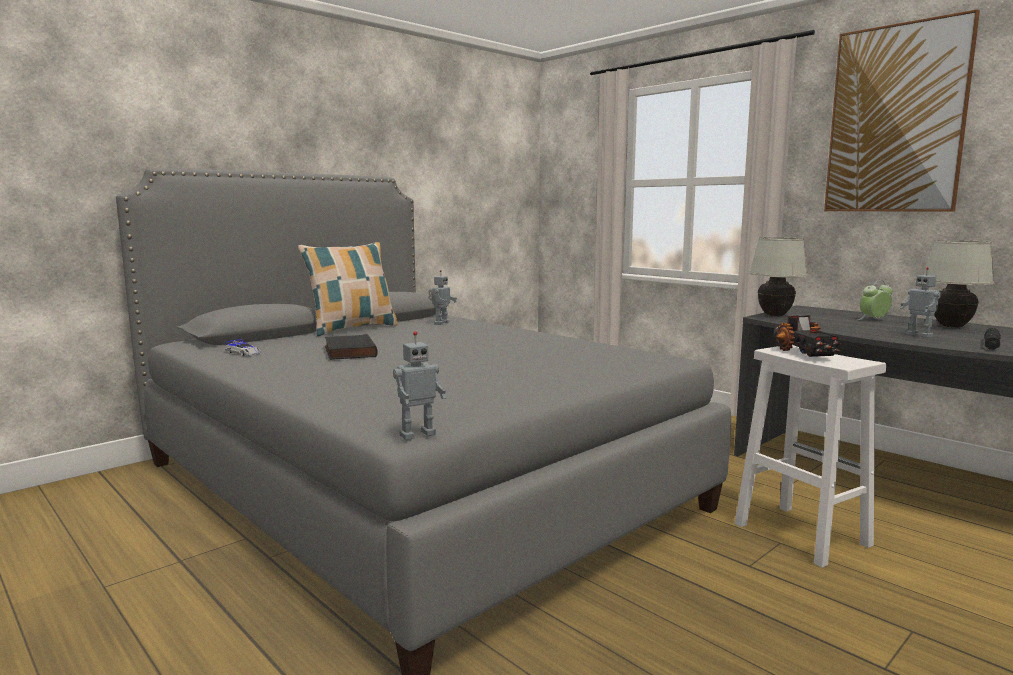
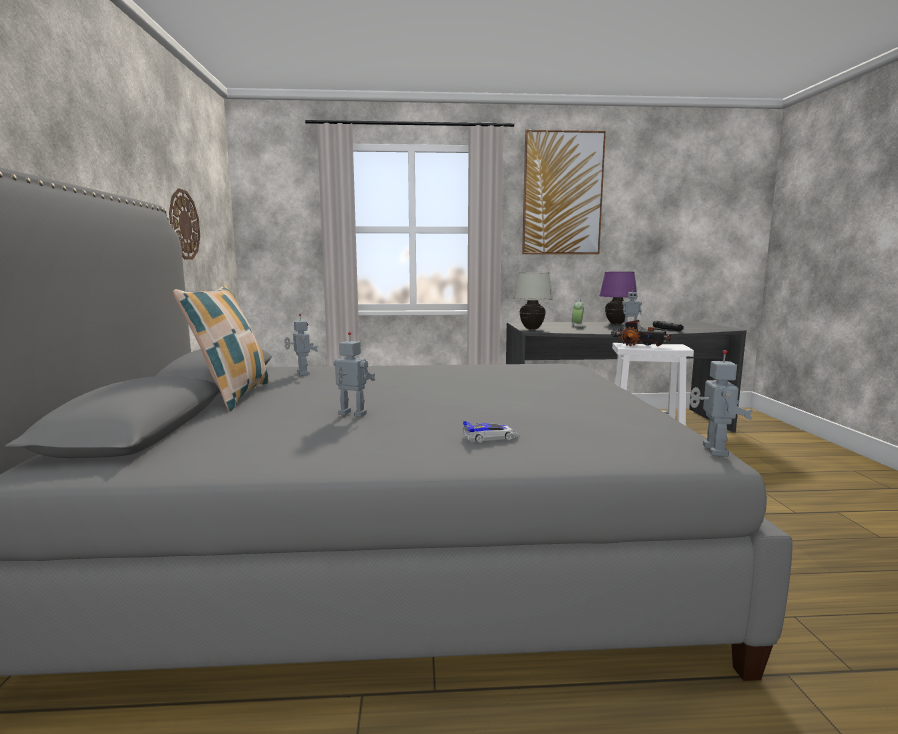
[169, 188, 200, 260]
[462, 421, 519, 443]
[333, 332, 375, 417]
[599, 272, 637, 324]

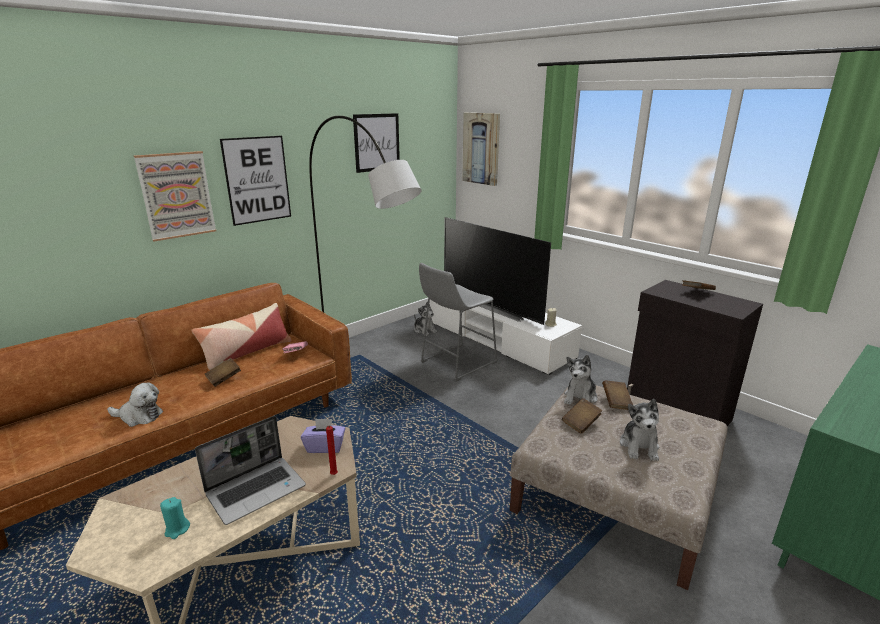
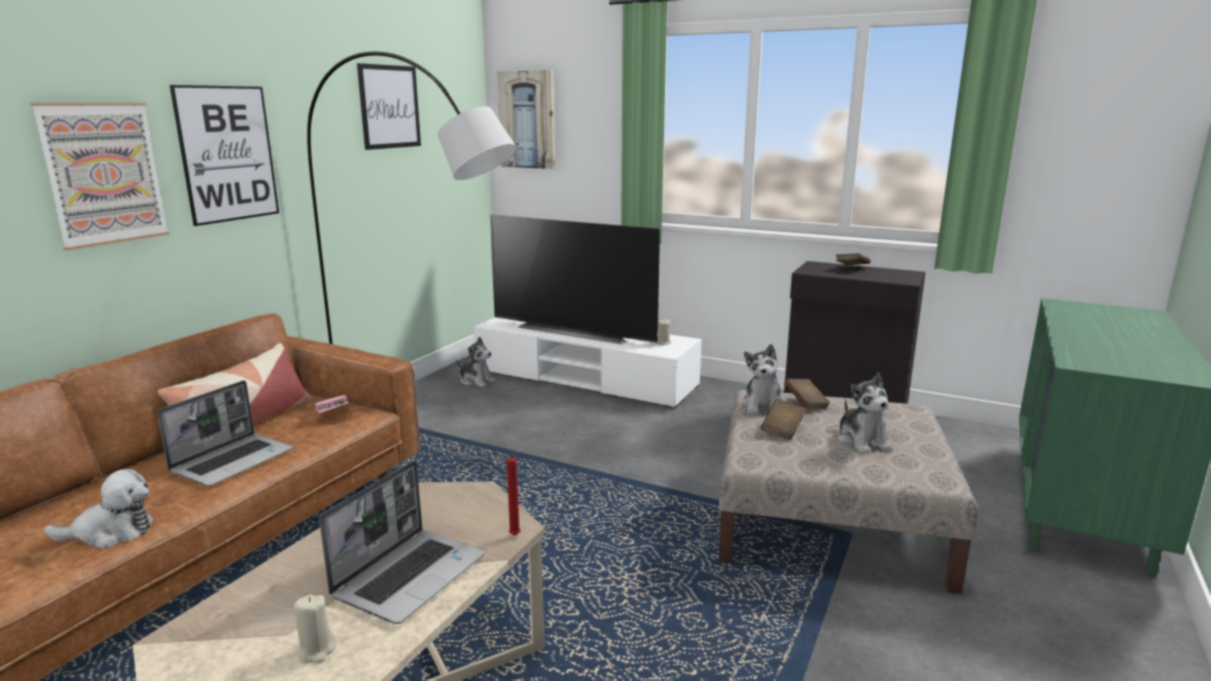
[301, 418, 346, 453] (first image)
[419, 263, 498, 382] (first image)
[157, 380, 293, 486]
[294, 595, 336, 663]

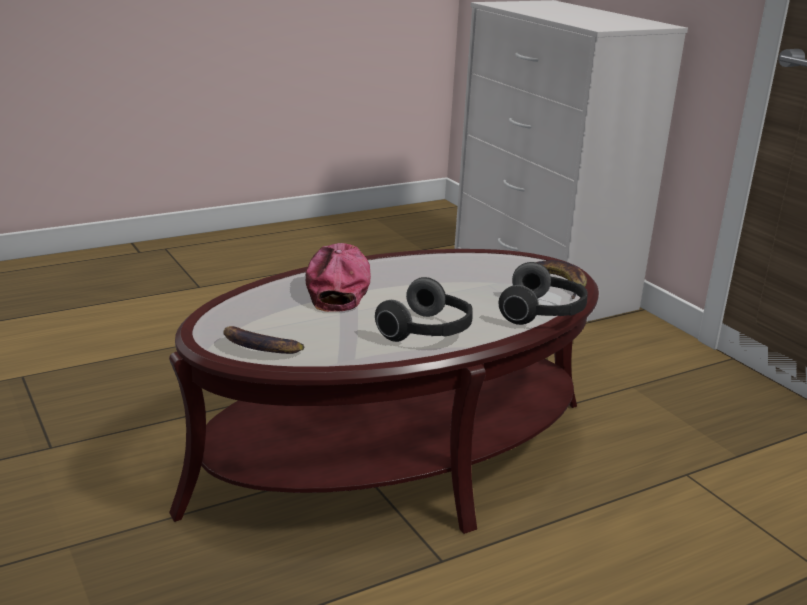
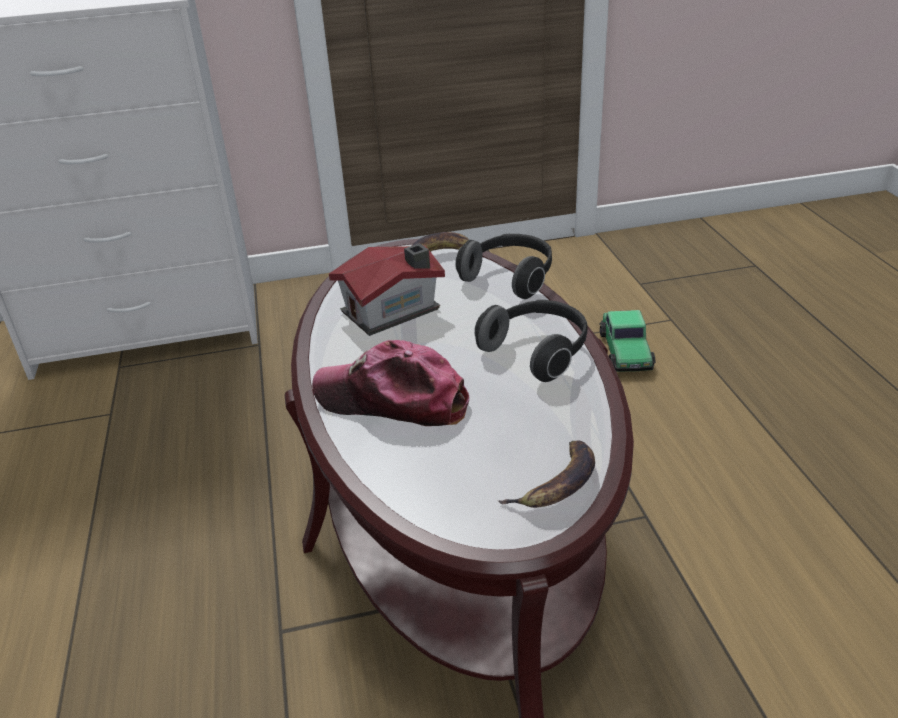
[329, 243, 445, 336]
[599, 310, 656, 372]

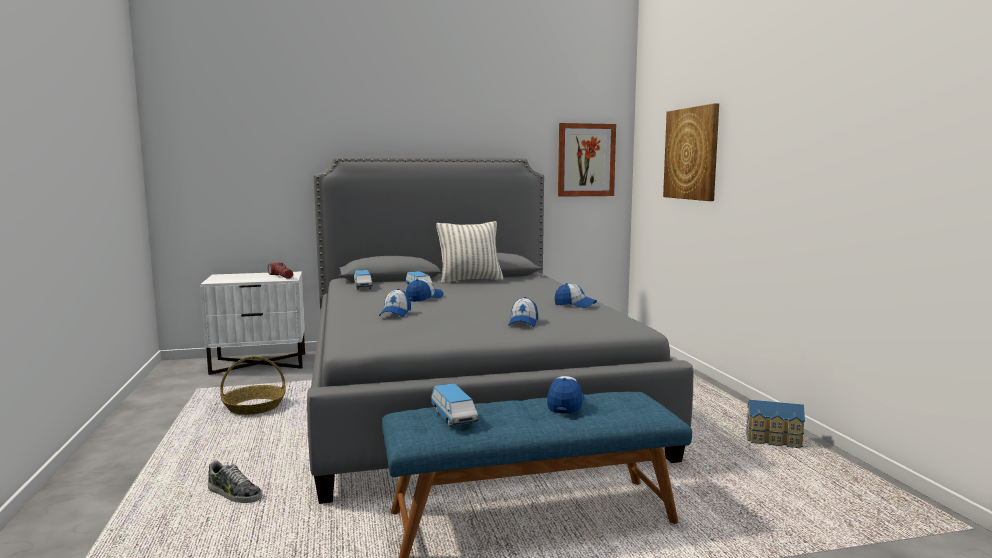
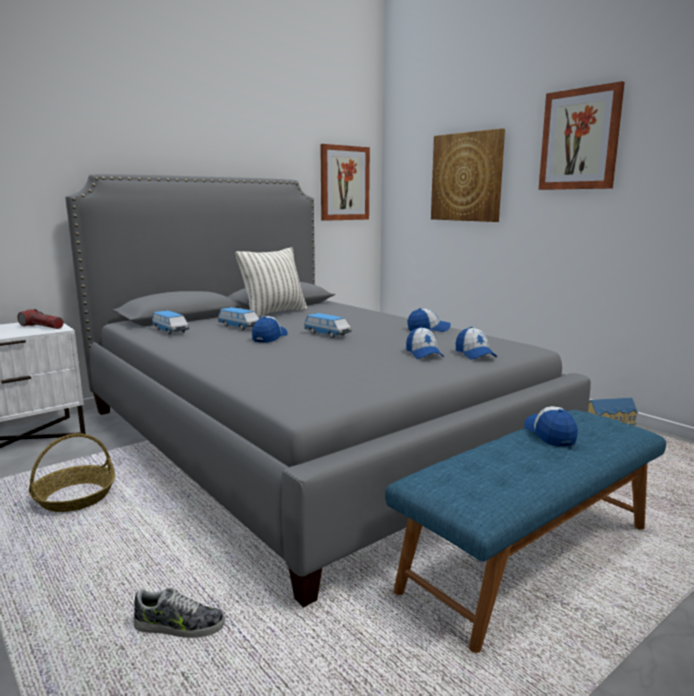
[539, 81, 625, 190]
[456, 327, 497, 359]
[304, 313, 352, 338]

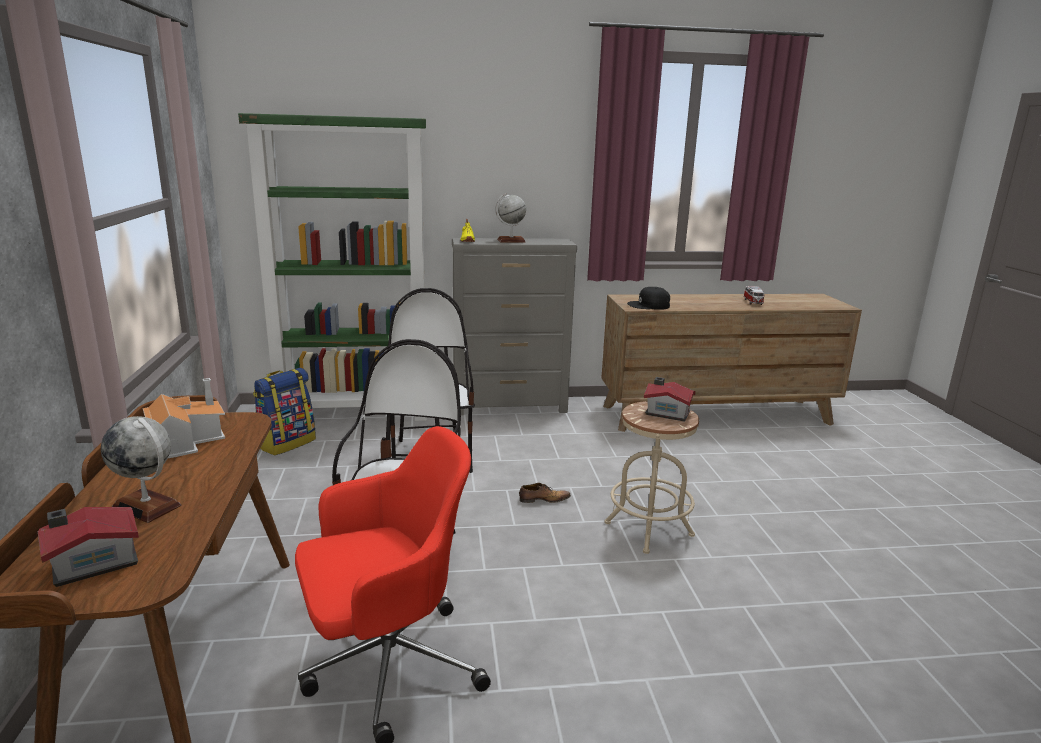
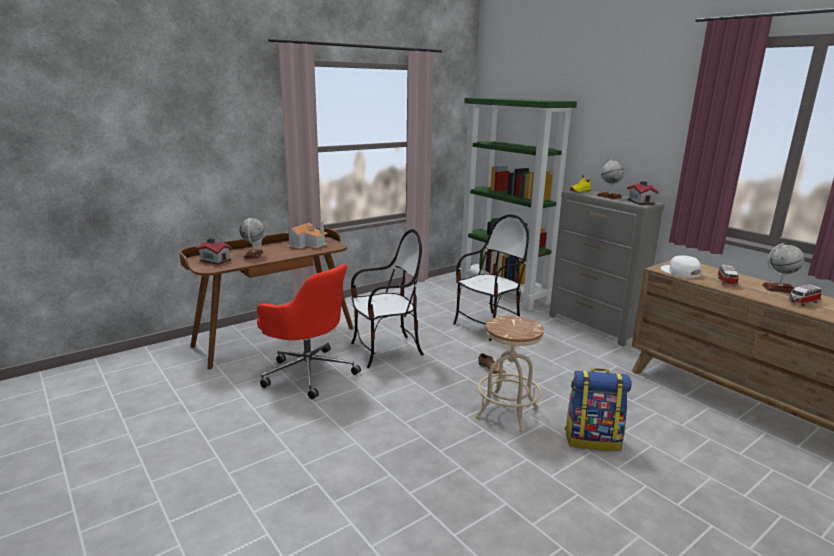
[717, 265, 739, 286]
[762, 243, 805, 293]
[565, 368, 632, 451]
[627, 181, 659, 205]
[661, 255, 701, 278]

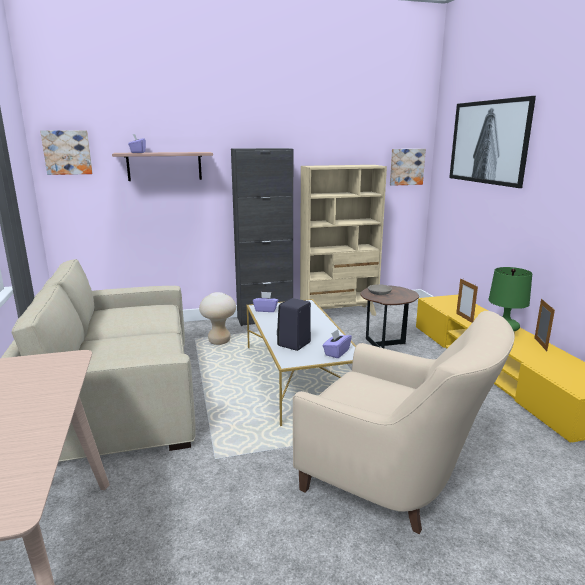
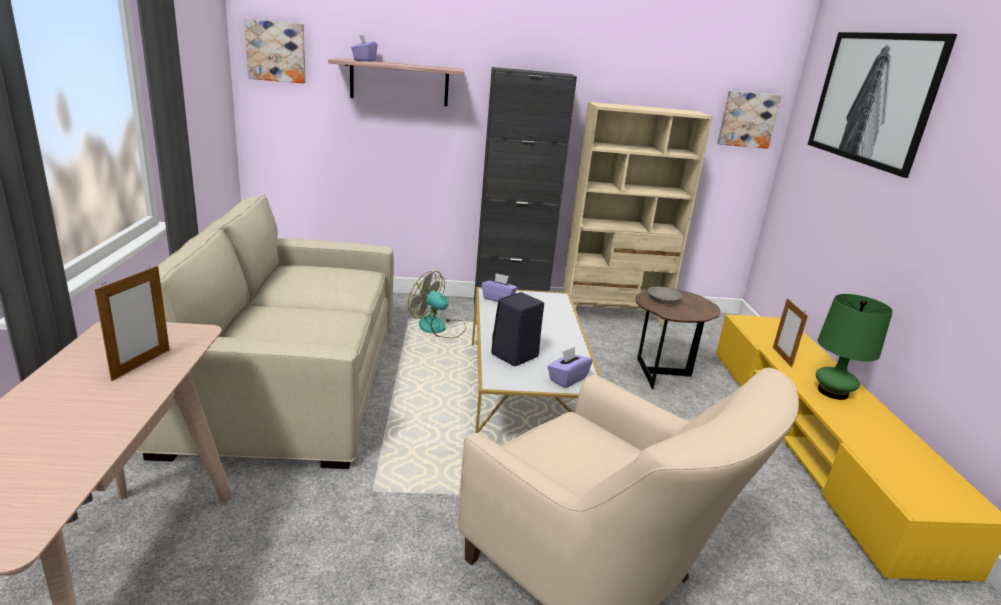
[95, 266, 170, 381]
[408, 271, 466, 338]

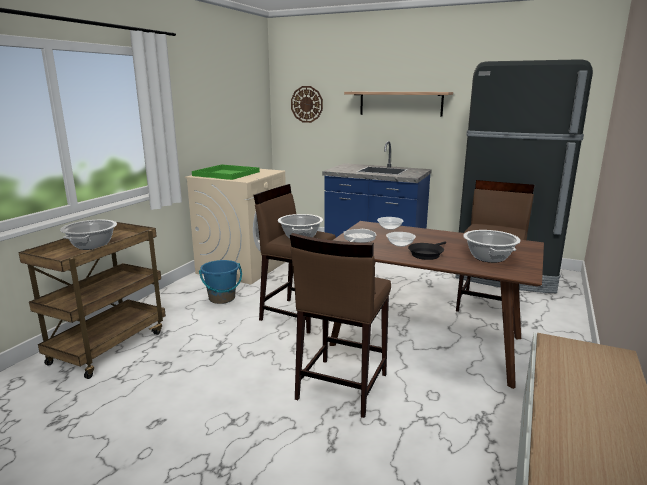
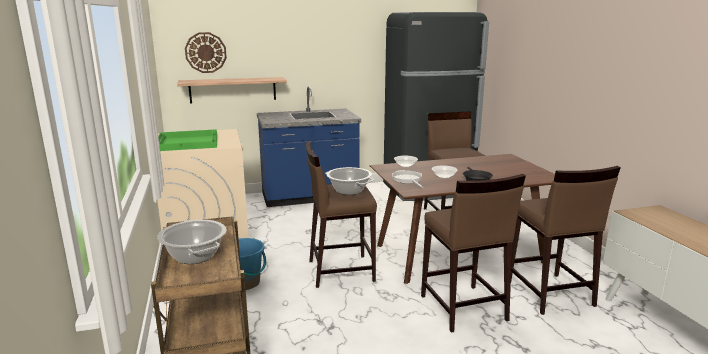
[463, 230, 521, 263] (first image)
[511, 166, 621, 315]
[177, 77, 287, 104]

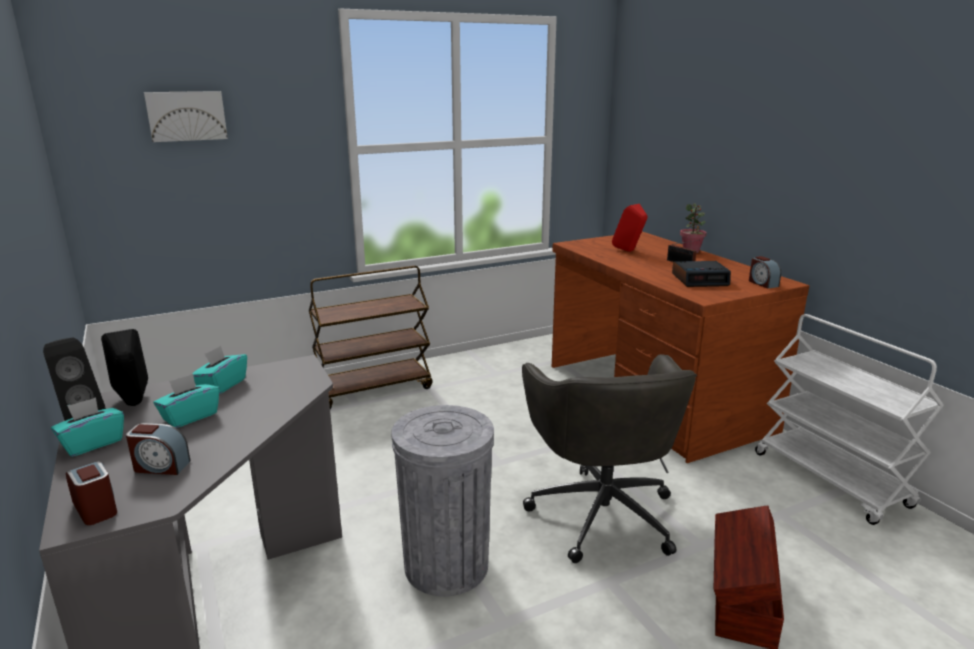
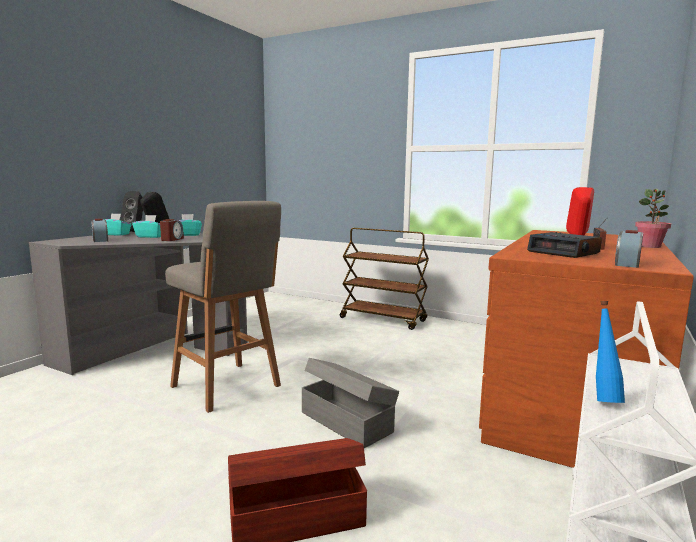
[144, 91, 228, 142] (first image)
[596, 301, 625, 403]
[160, 219, 184, 241]
[165, 201, 281, 413]
[302, 358, 399, 448]

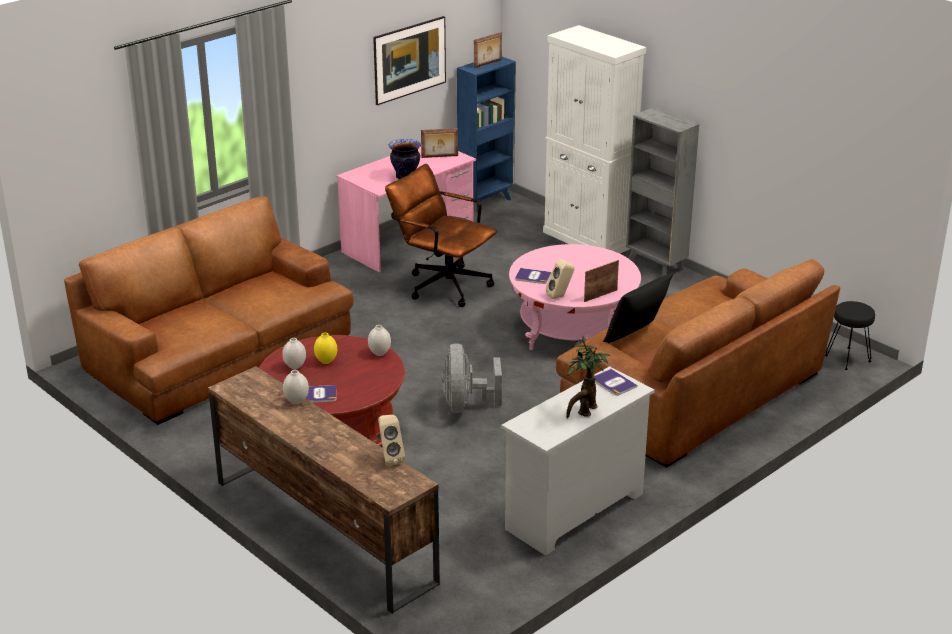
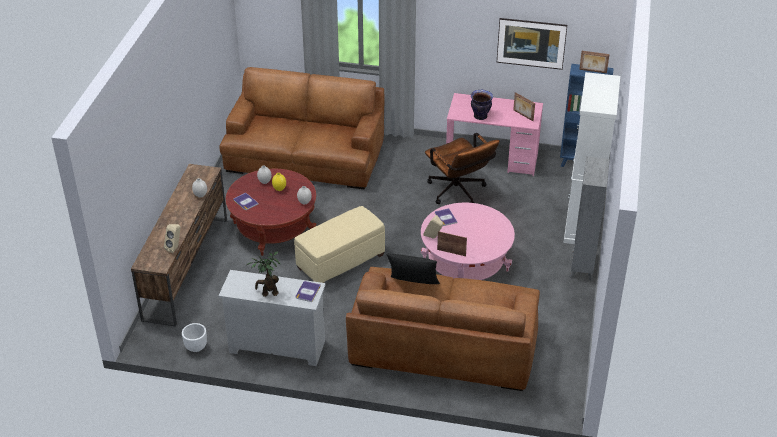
[825, 301, 875, 370] (first image)
[182, 323, 207, 352]
[294, 206, 385, 283]
[425, 133, 500, 204]

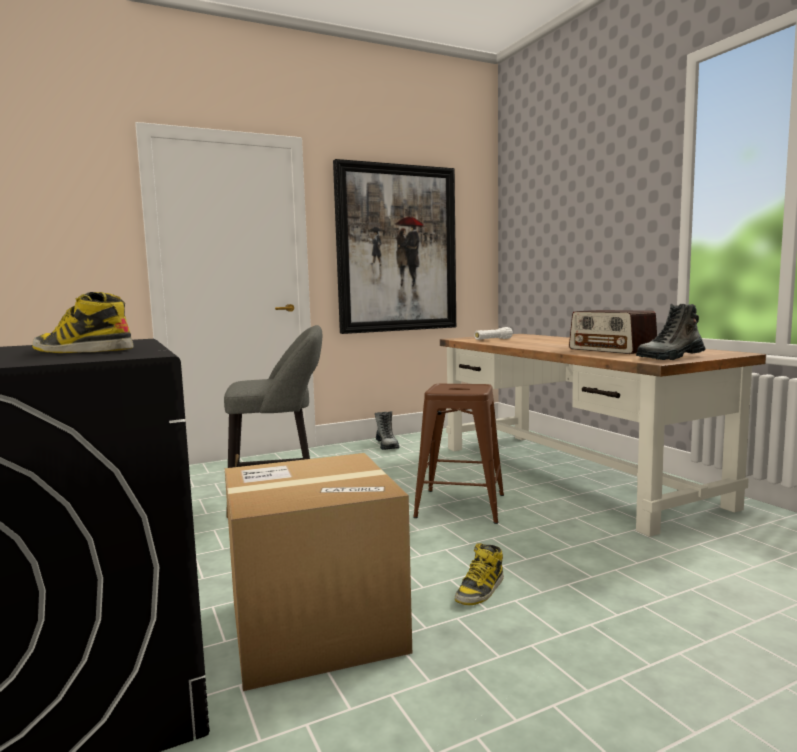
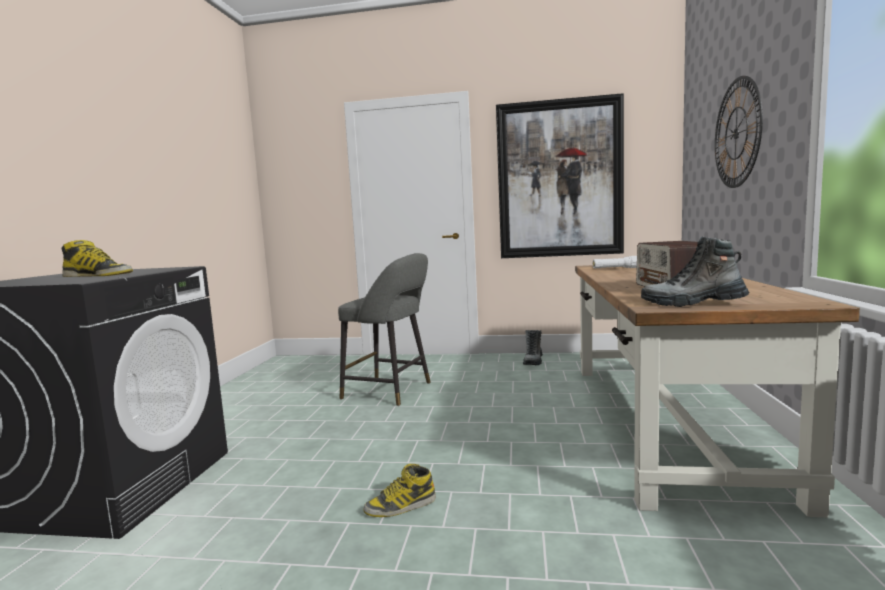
[225, 453, 412, 691] (first image)
[413, 384, 504, 524] (first image)
[715, 76, 763, 188]
[61, 240, 133, 277]

